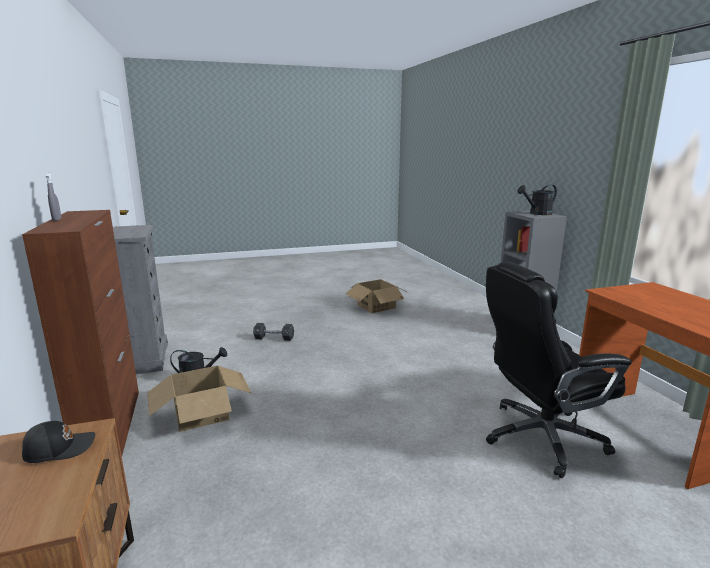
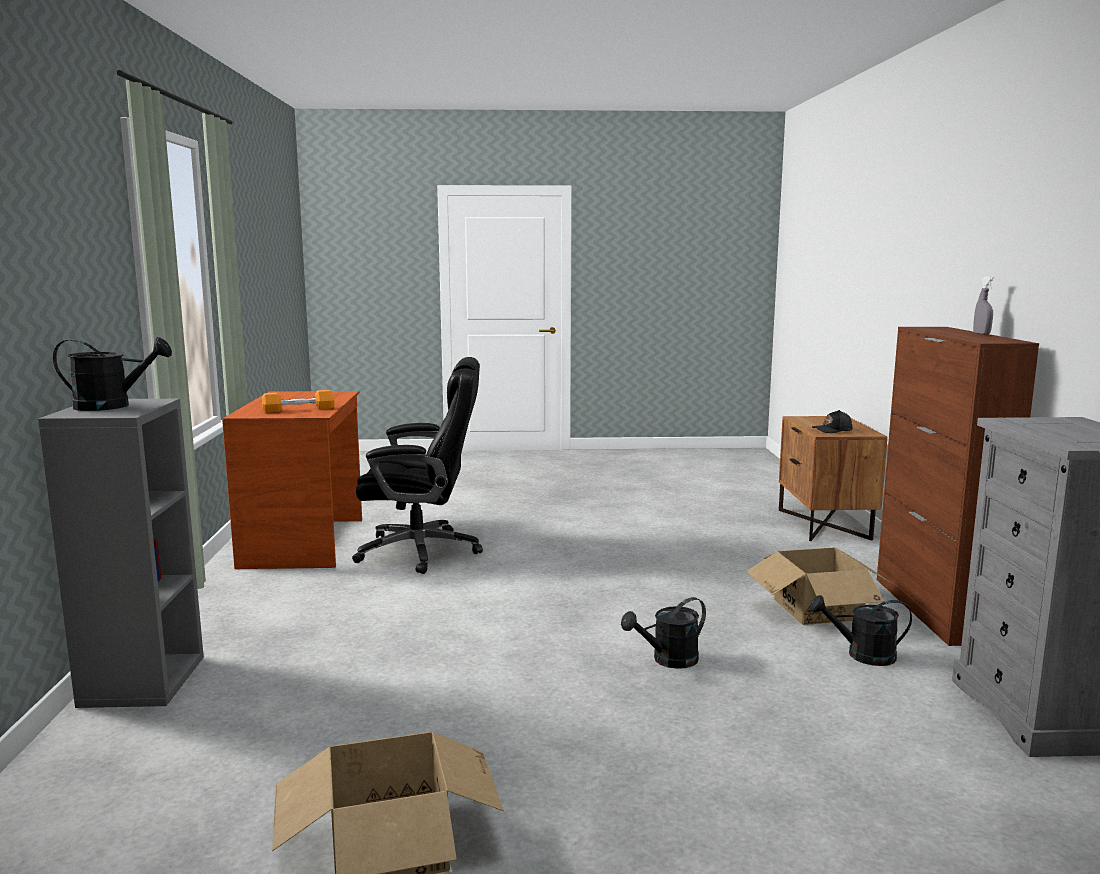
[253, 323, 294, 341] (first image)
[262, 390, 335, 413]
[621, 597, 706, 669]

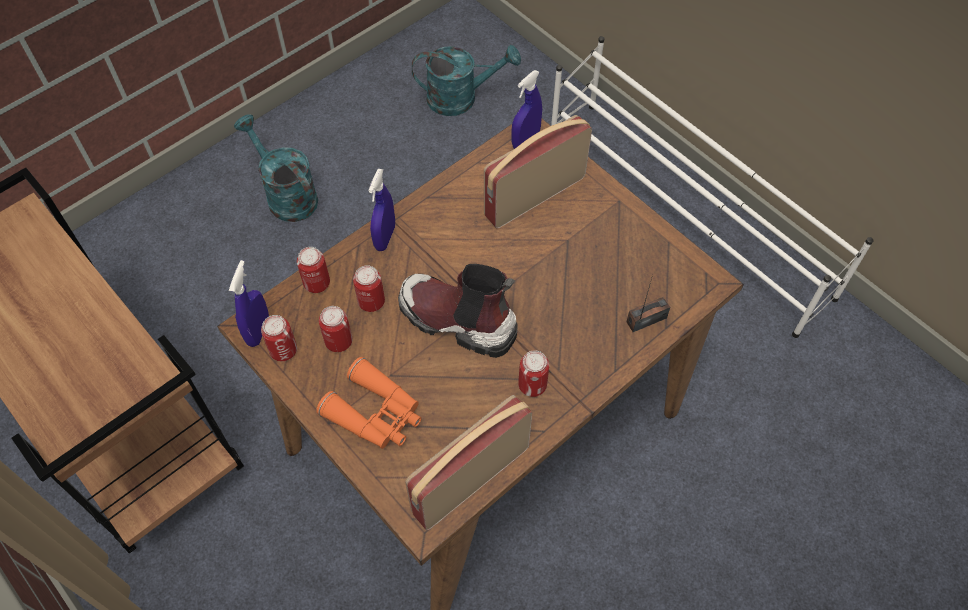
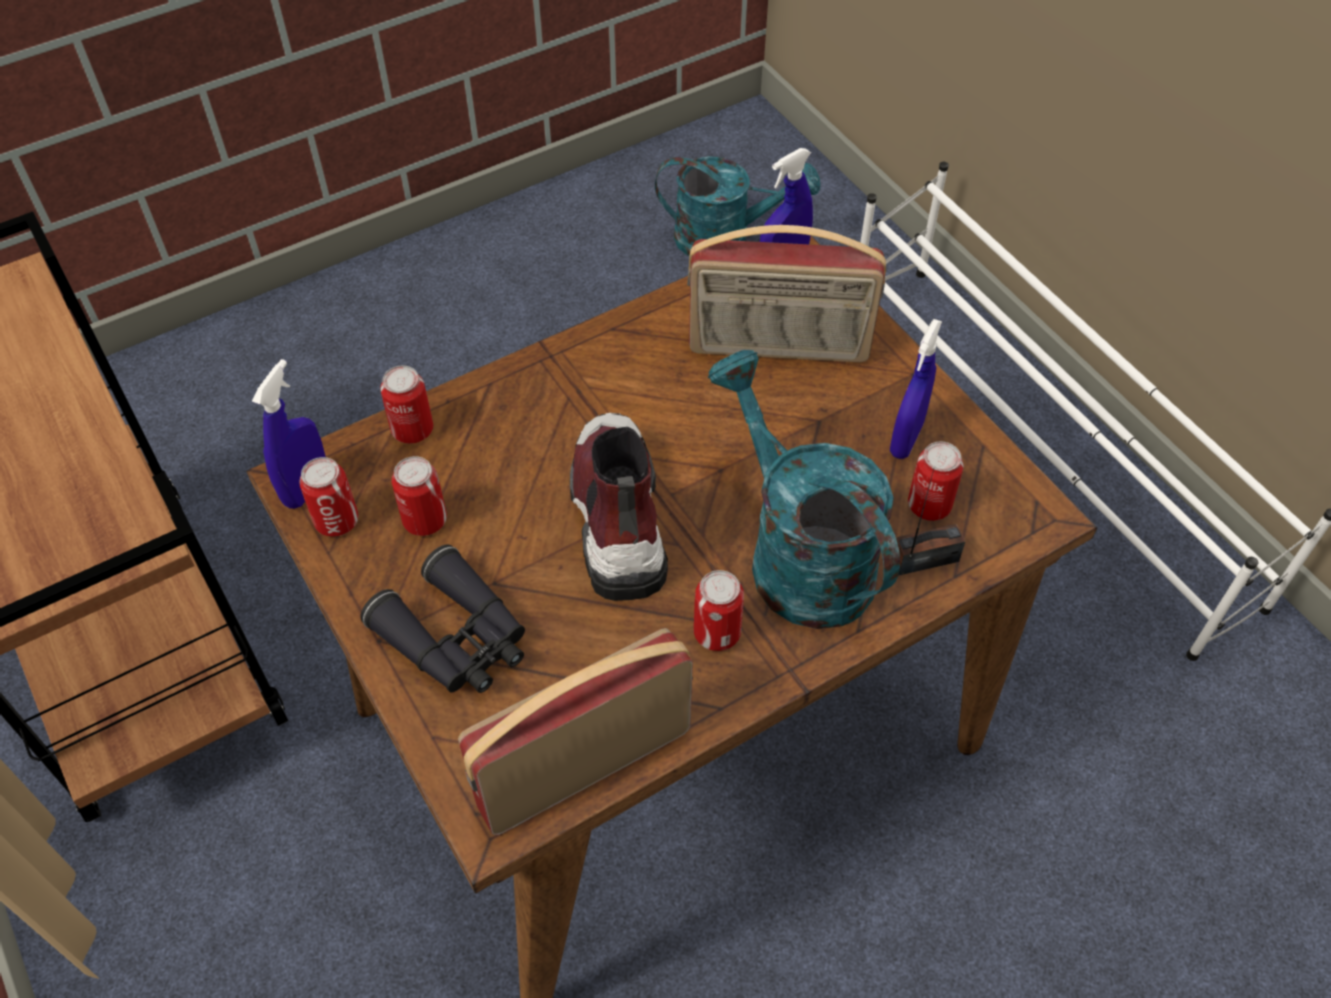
[708, 350, 900, 629]
[908, 441, 964, 521]
[890, 319, 942, 459]
[360, 544, 525, 693]
[570, 413, 668, 601]
[687, 225, 886, 362]

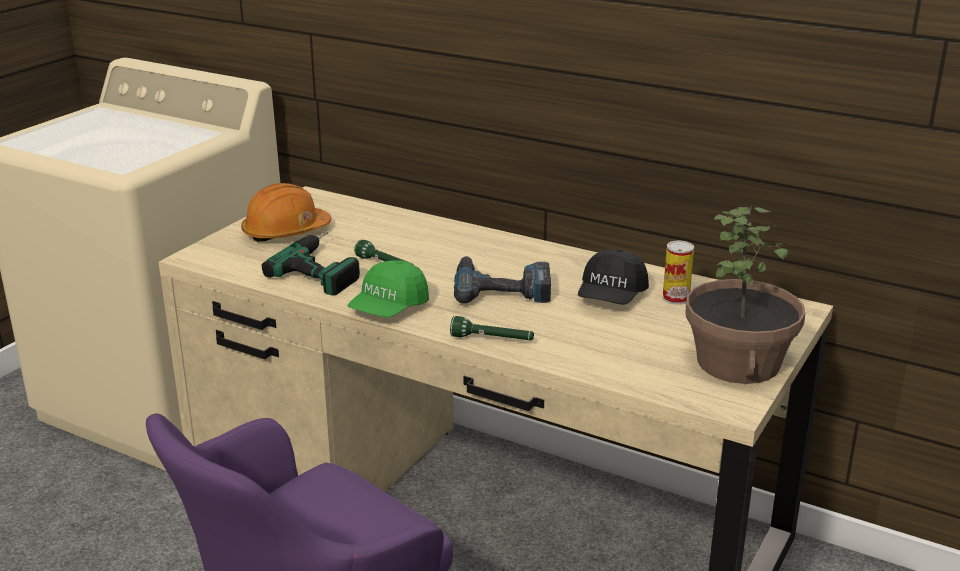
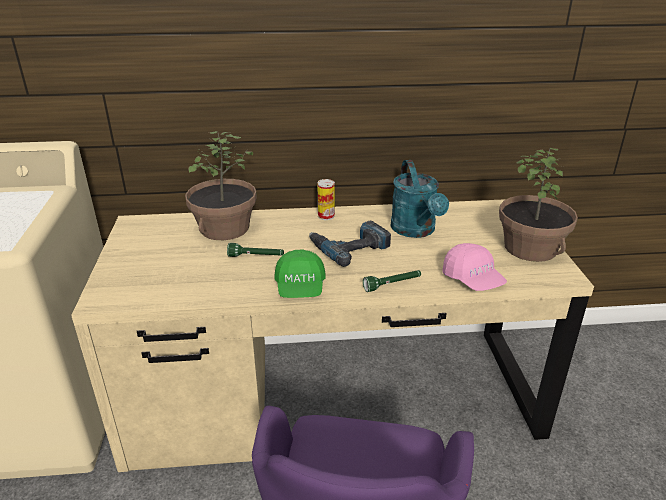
[241, 183, 331, 242] (first image)
[262, 232, 360, 296] (first image)
[185, 131, 257, 240]
[442, 243, 507, 291]
[317, 179, 335, 220]
[391, 160, 449, 238]

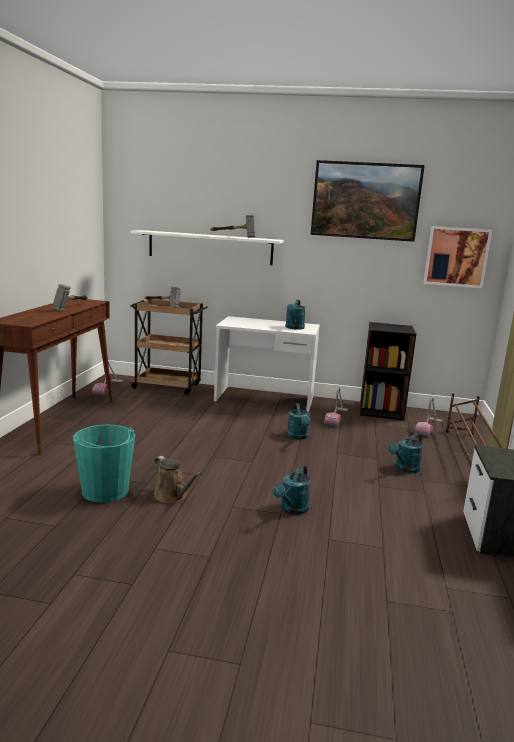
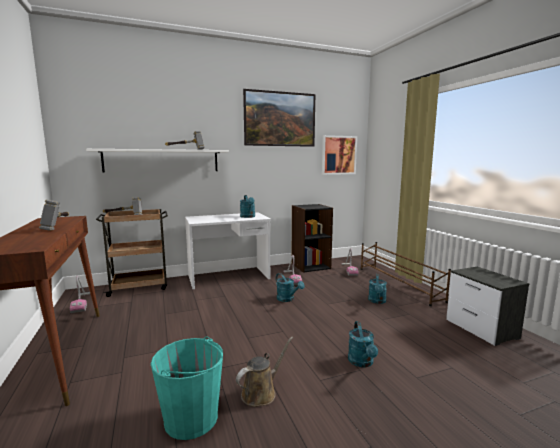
[236, 337, 293, 407]

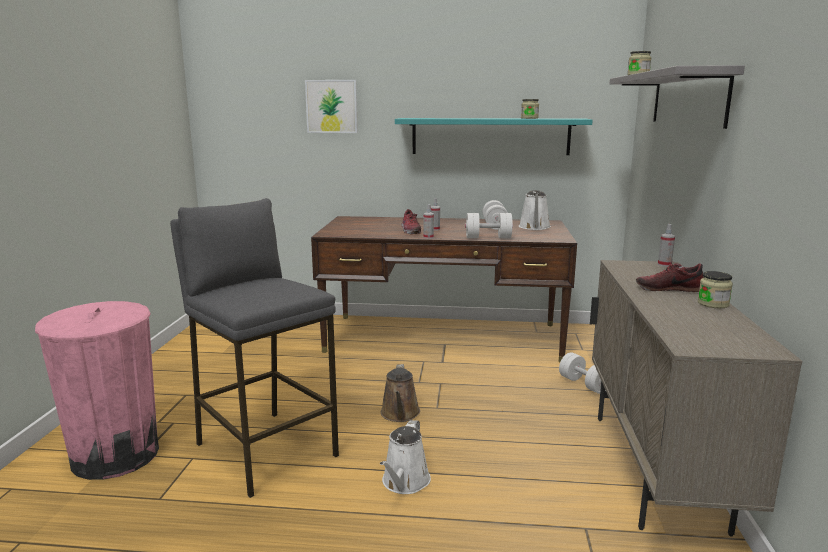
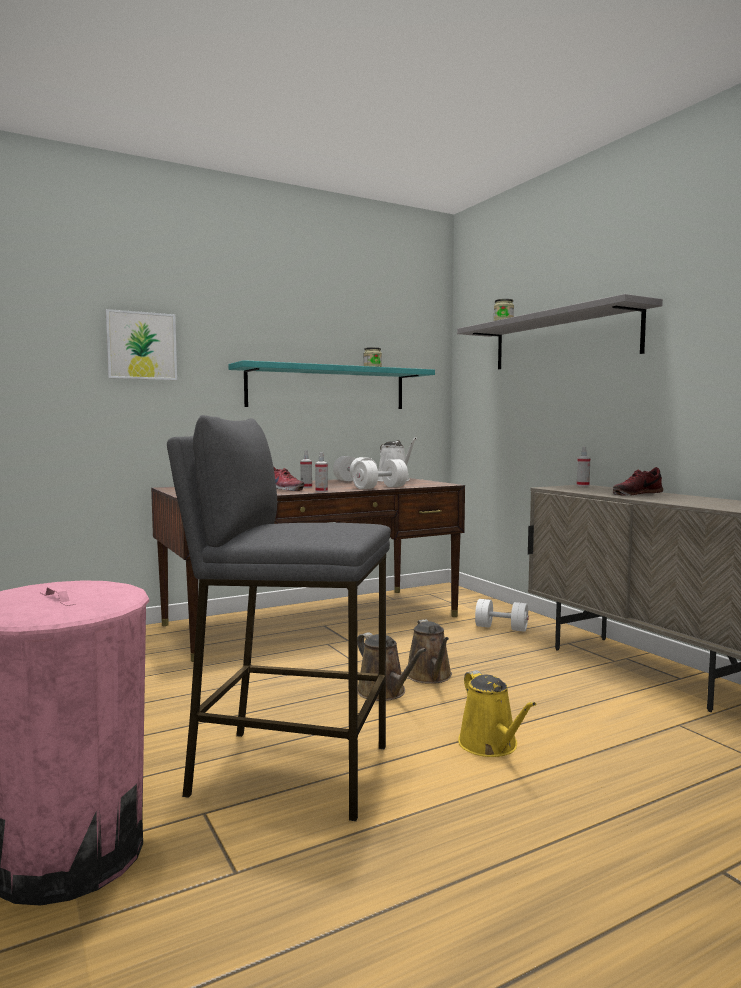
[698, 271, 733, 308] (first image)
[407, 619, 452, 684]
[458, 670, 537, 757]

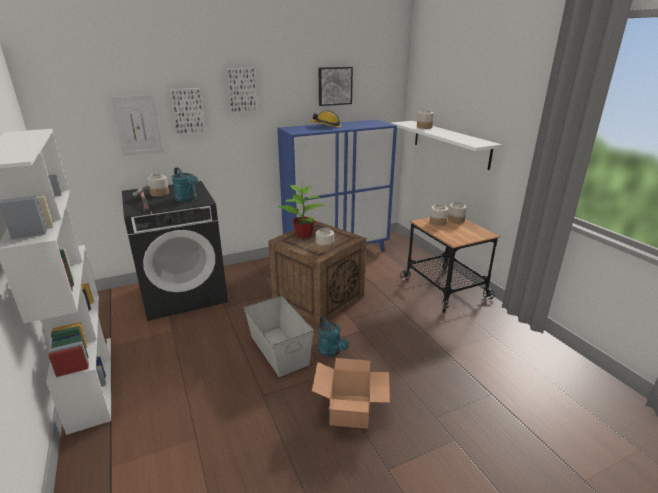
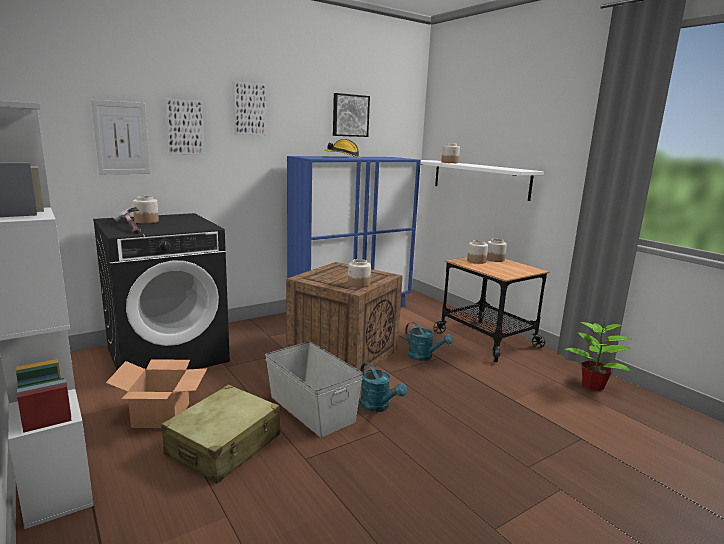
[161, 385, 280, 483]
[405, 322, 453, 361]
[564, 318, 631, 391]
[106, 359, 207, 428]

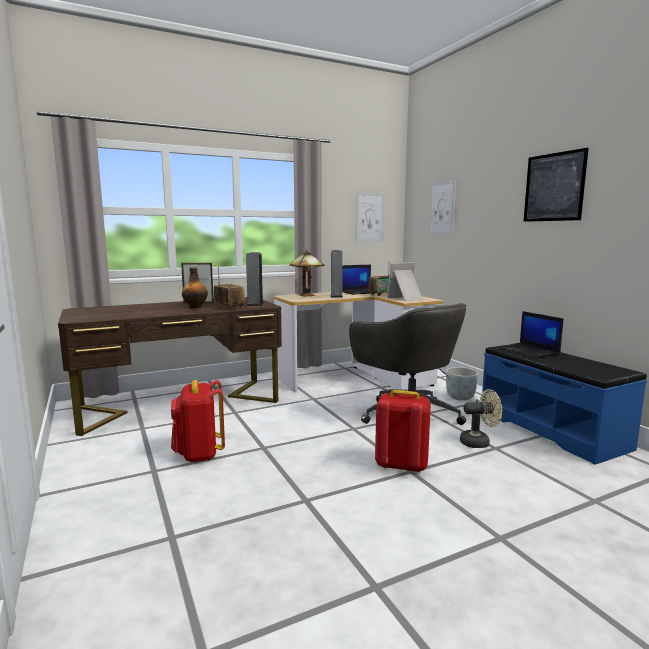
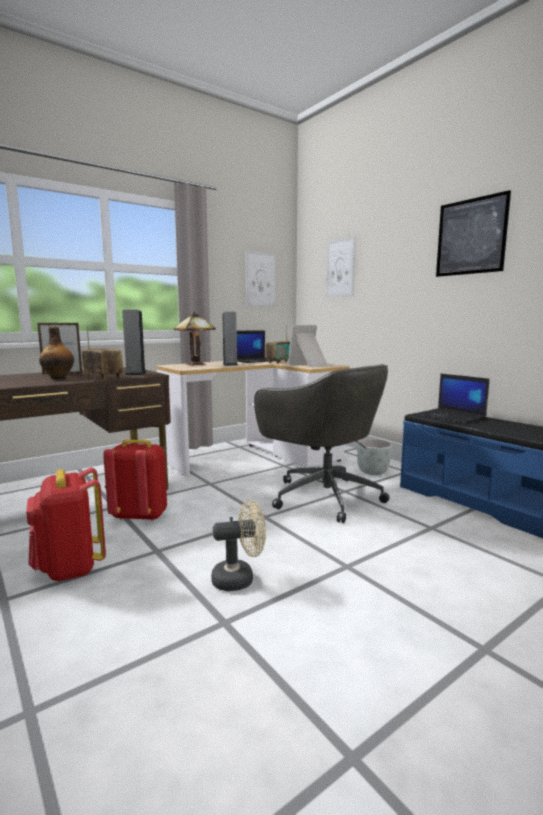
[103, 440, 167, 521]
[211, 500, 266, 591]

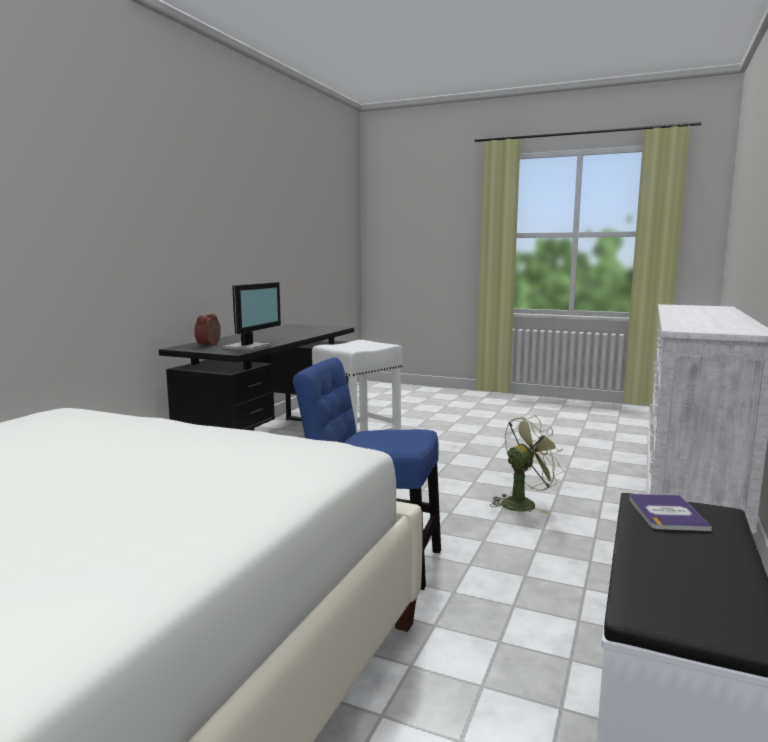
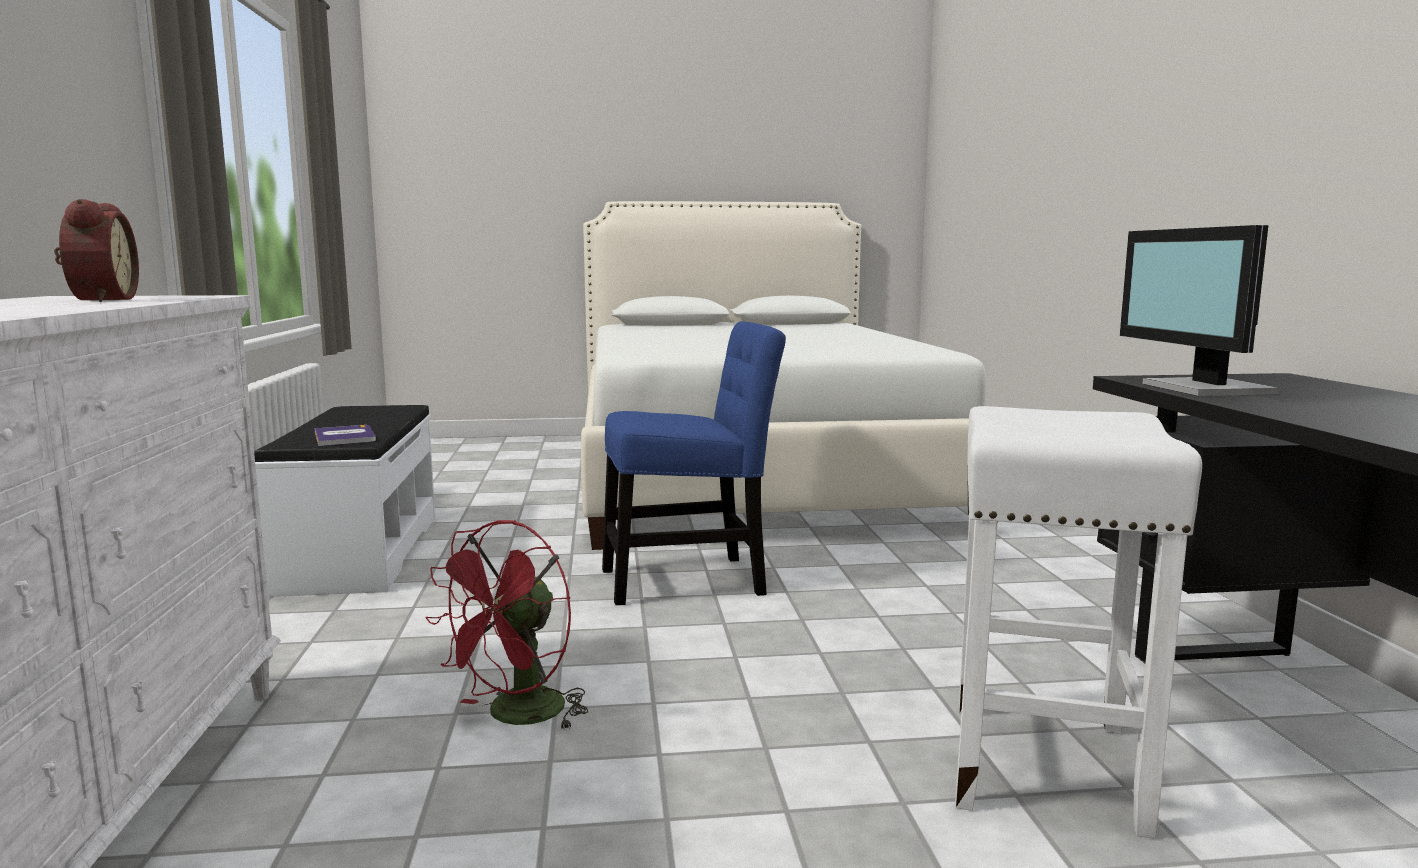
[54, 199, 139, 302]
[426, 520, 588, 731]

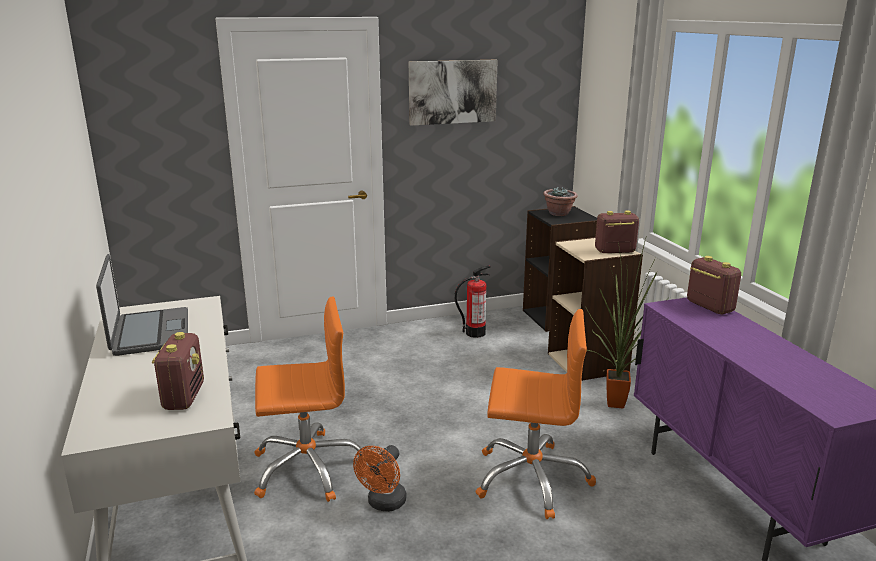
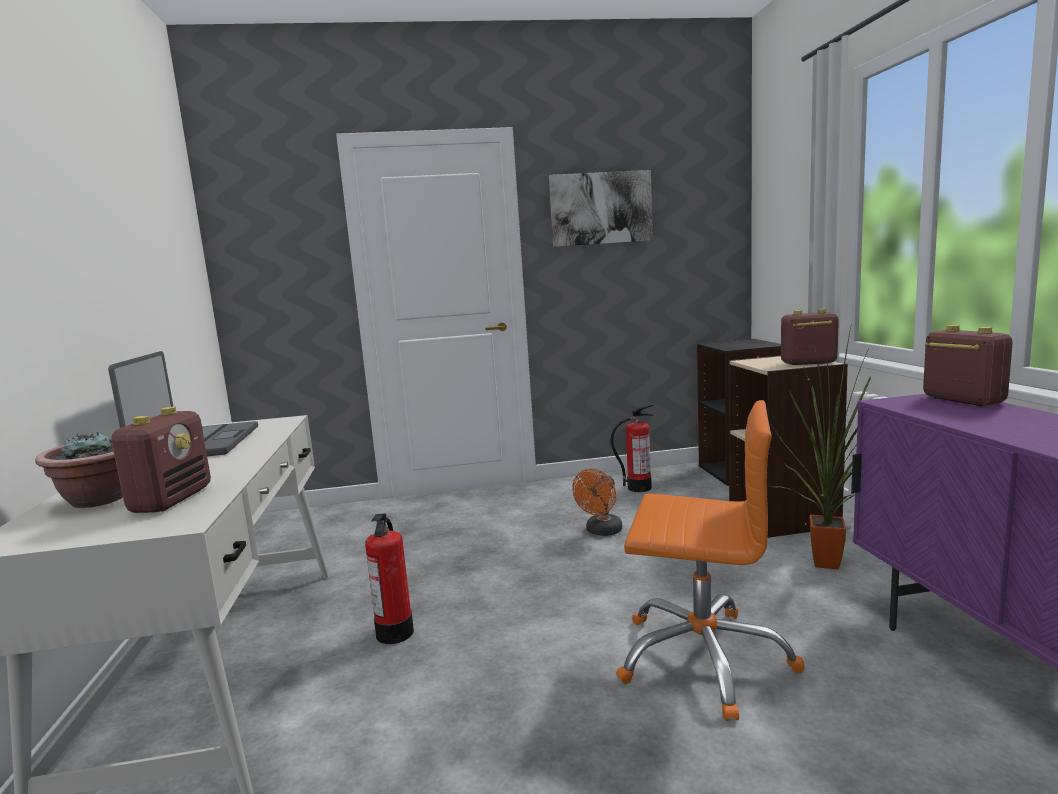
[572, 468, 622, 536]
[35, 431, 123, 508]
[365, 513, 414, 644]

